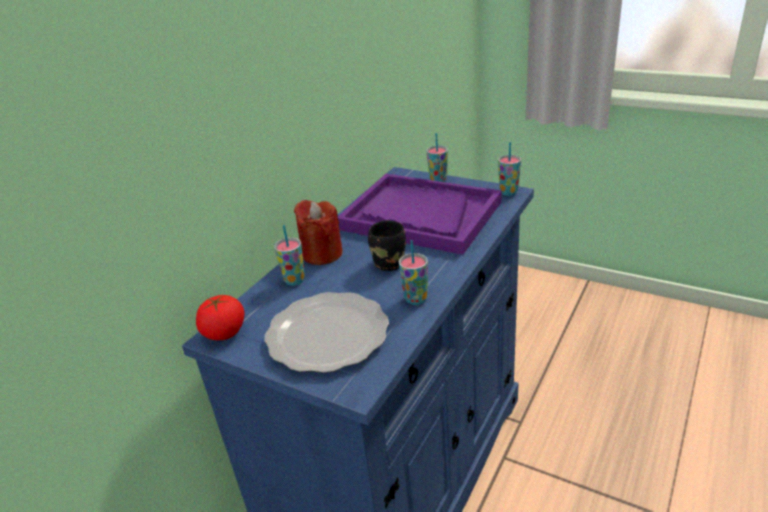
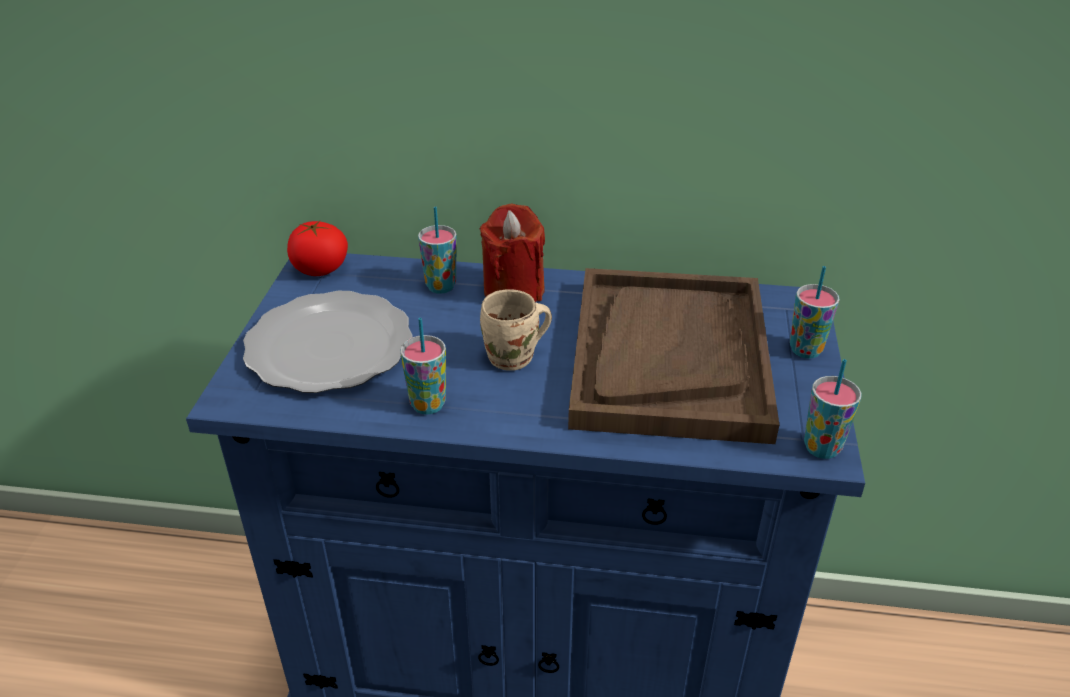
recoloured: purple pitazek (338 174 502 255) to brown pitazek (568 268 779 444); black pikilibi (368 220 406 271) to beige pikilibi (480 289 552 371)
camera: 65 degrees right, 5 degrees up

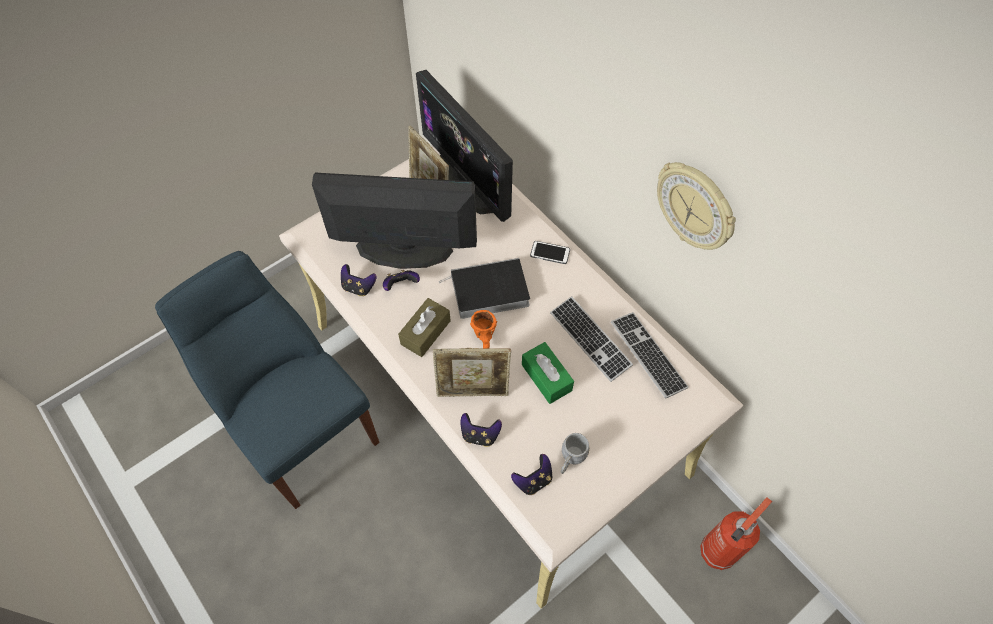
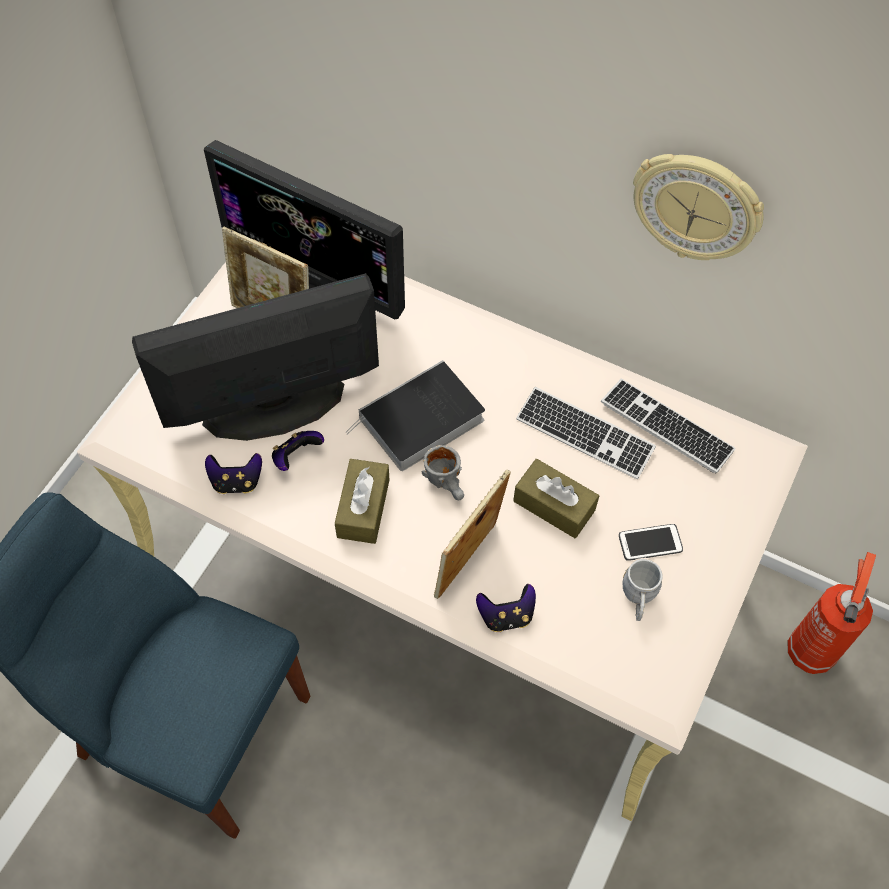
removed: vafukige (511 454 552 495)
moved: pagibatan (530 241 570 264) to (619 524 683 561)
recoloured: orange pikilibi (470 310 497 348) to grey pikilibi (422 445 464 500); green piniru (522 342 574 404) to brown piniru (513 459 599 538)
turned: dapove (433 348 511 397) = (434 469 511 599) 150 degrees clockwise
camera: 25 degrees left, 0 degrees up

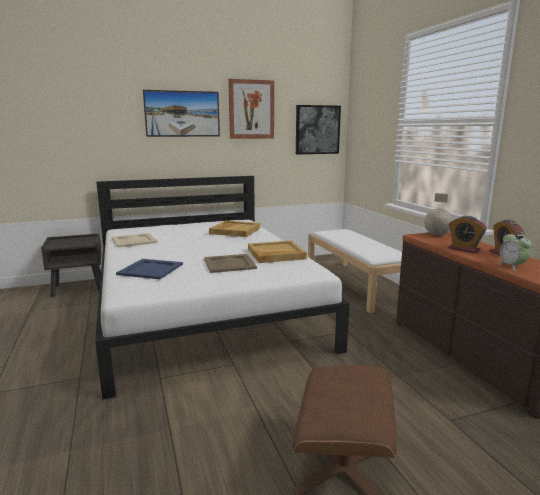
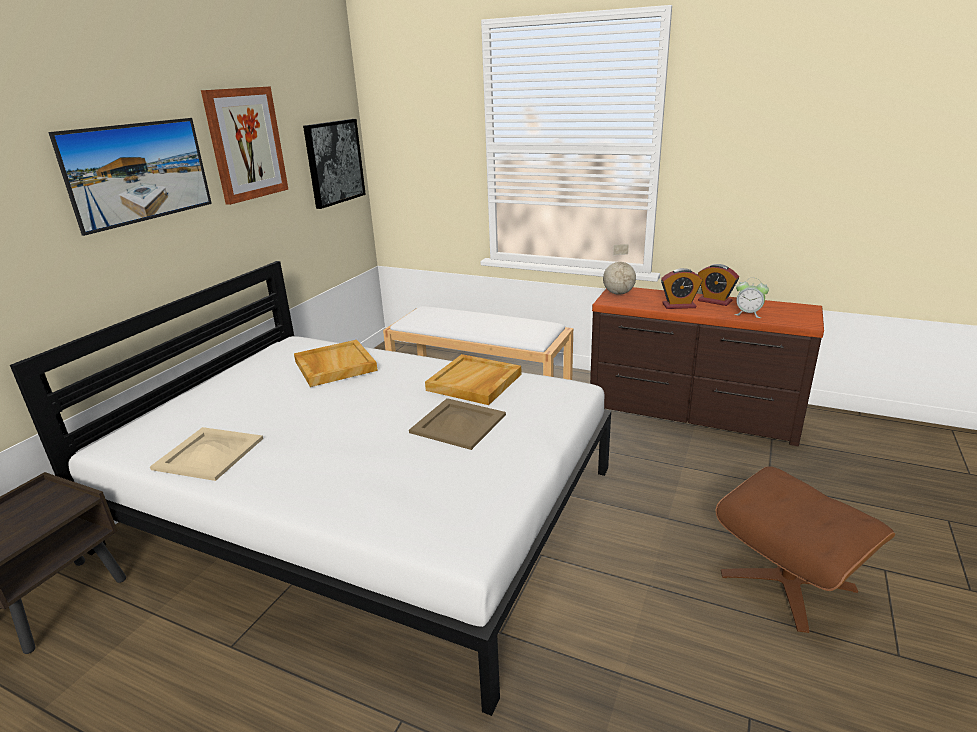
removed: blue pitazek (116 259 183 279)
camera: 45 degrees left, 10 degrees up

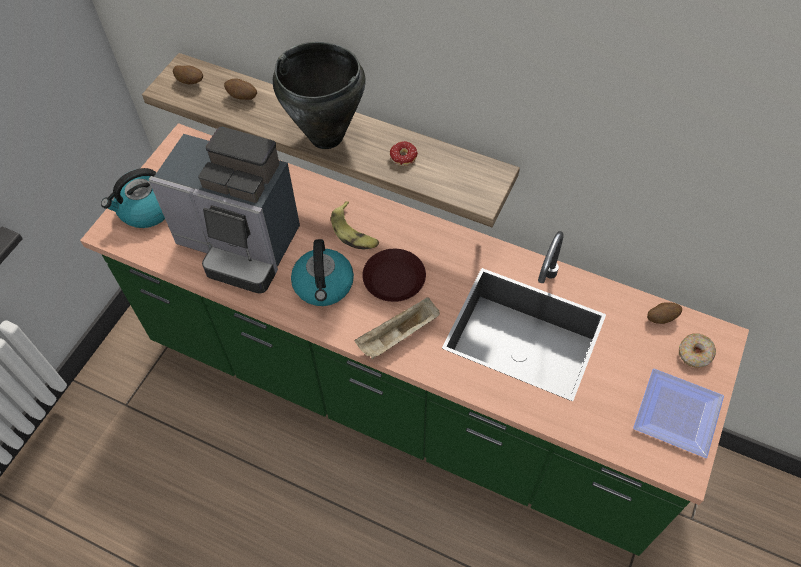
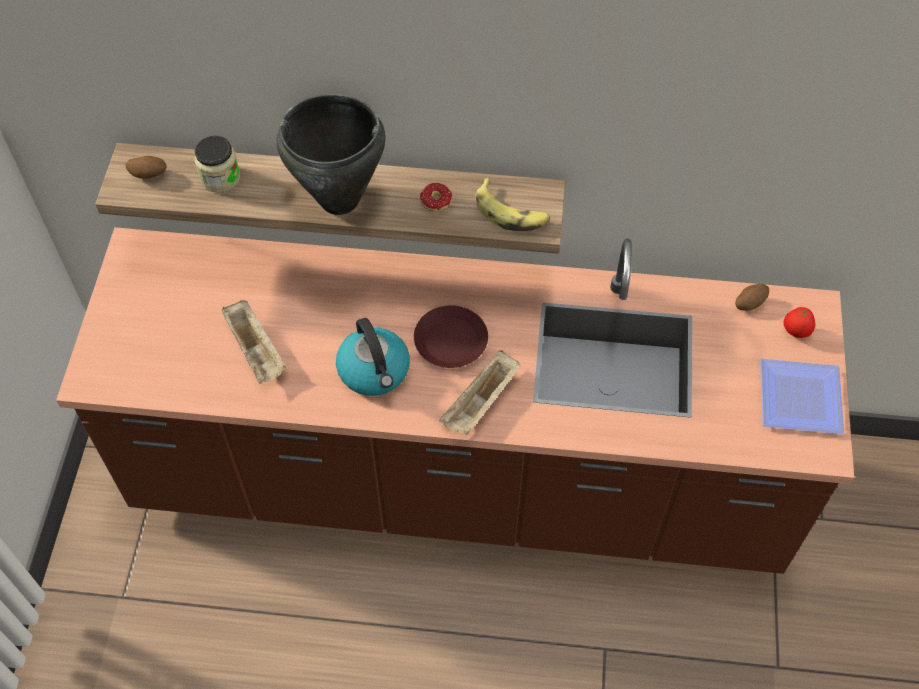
removed: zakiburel (101 168 165 228)
moved: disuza (331 201 379 249) to (475 178 550 231)
replaced: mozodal (148 127 300 294) to beige pitazek (222 300 286 384); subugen (224 78 257 100) to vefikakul (194 136 240 193); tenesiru (679 333 716 368) to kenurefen (784 307 815 338)
recoloured: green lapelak (80 123 749 556) to brown lapelak (56 227 854 574)
camera: 20 degrees left, 0 degrees up

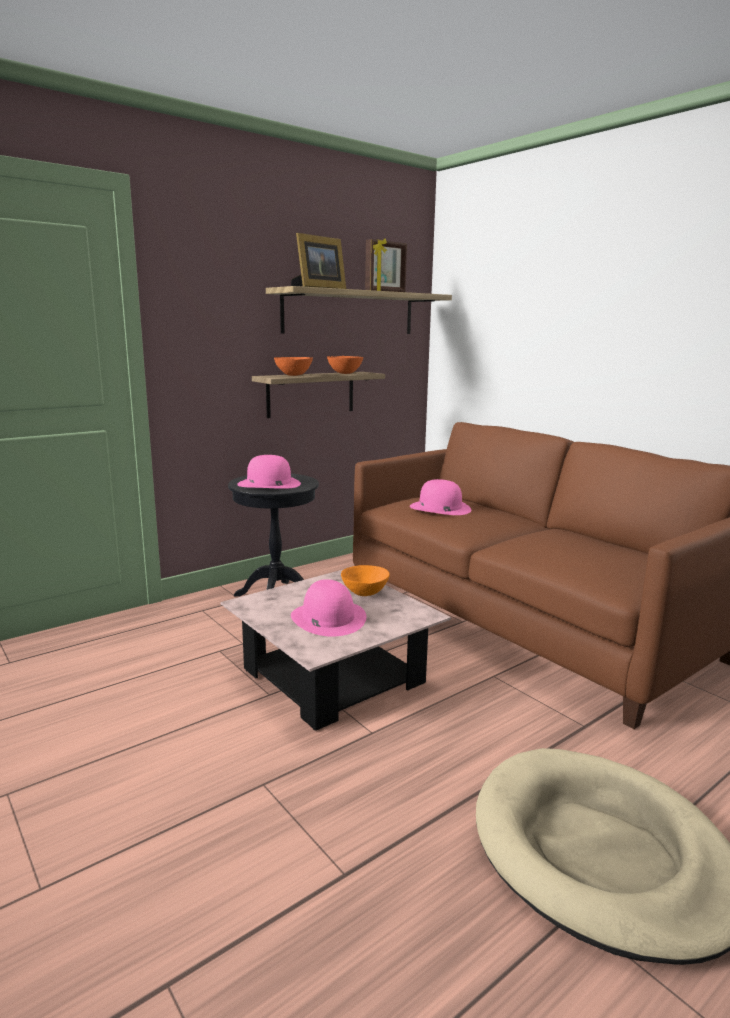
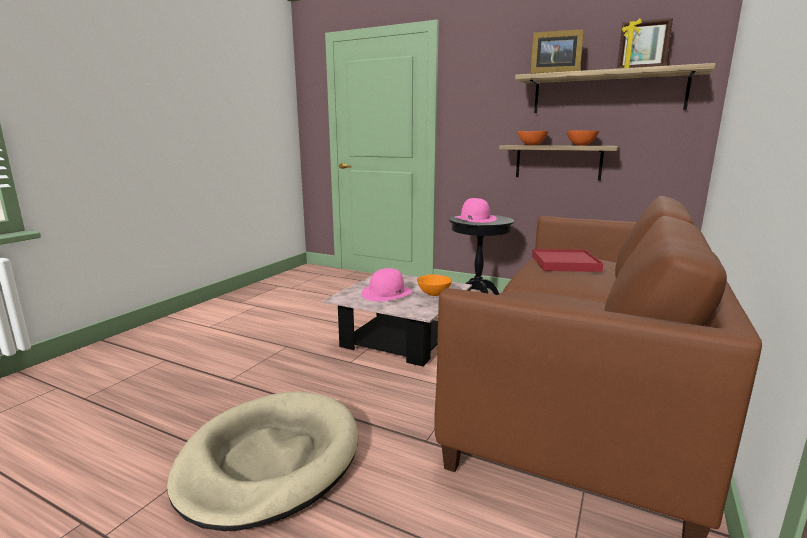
replaced: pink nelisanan (410 479 471 515) to red pitazek (532 249 603 272)
camera: 65 degrees right, 0 degrees up

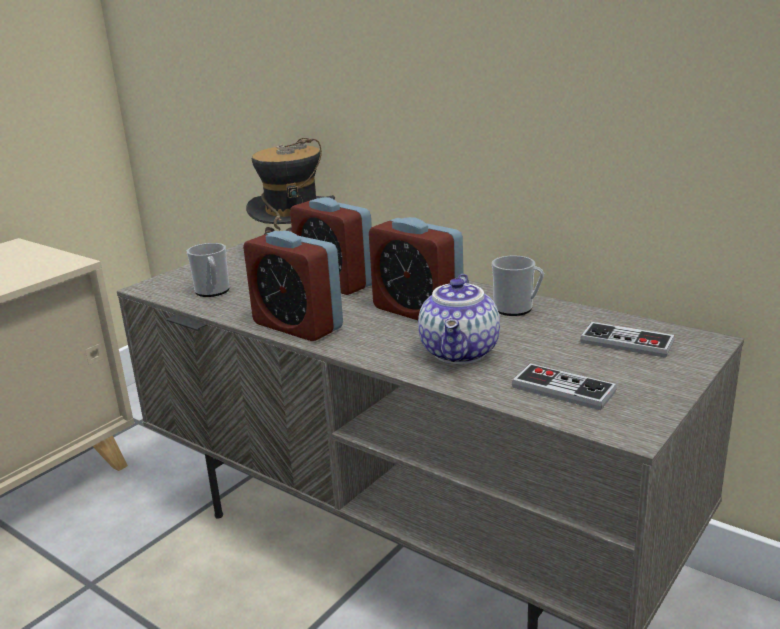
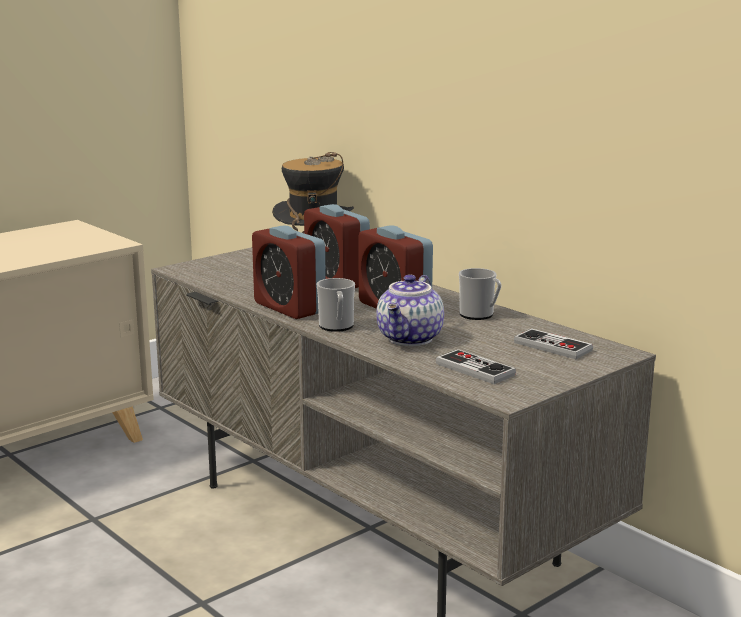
moved: pikilibi (187 243 230 297) to (317 278 355 332)
camera: 10 degrees right, 5 degrees down

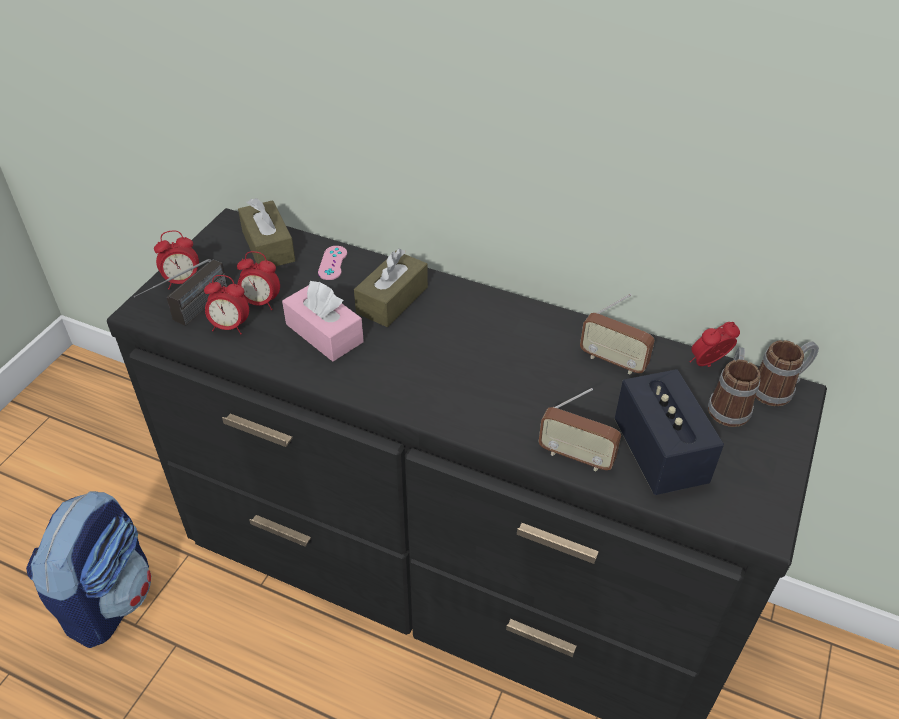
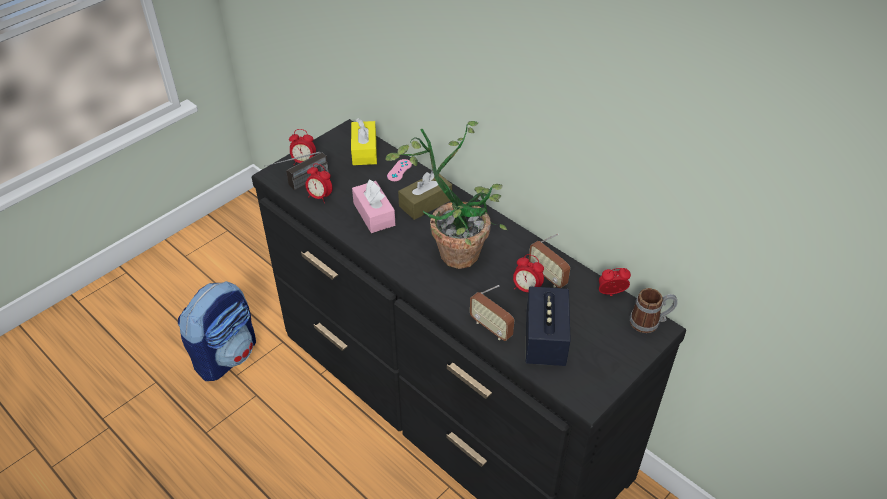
removed: pikilibi (708 347 761 427)
added: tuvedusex (385 121 507 269)
moved: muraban (237 251 280 310) to (513 254 544 292)
recoloured: brown piniru (238 198 295 266) to yellow piniru (351 118 377 165)
camera: 20 degrees right, 0 degrees up

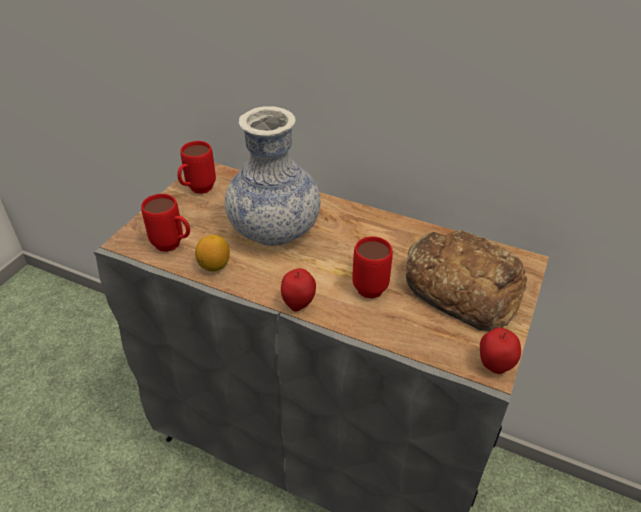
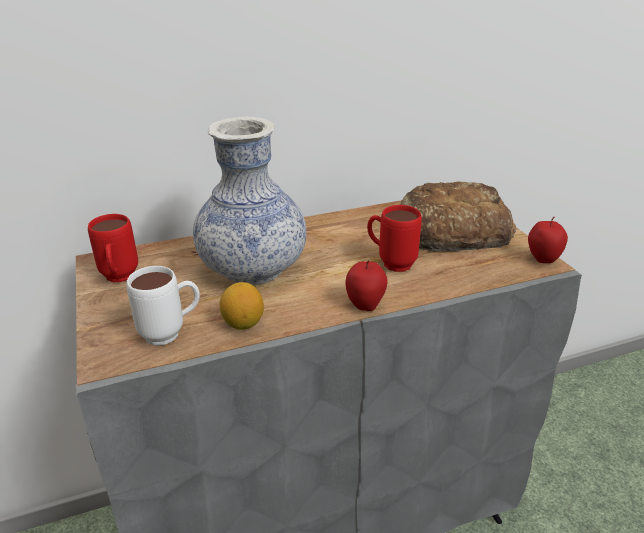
recoloured: red pikilibi (141 194 190 252) to white pikilibi (127 266 200 345)
camera: 45 degrees left, 10 degrees down

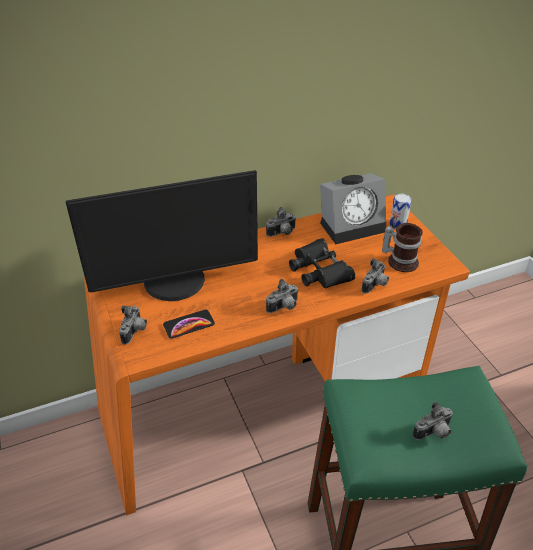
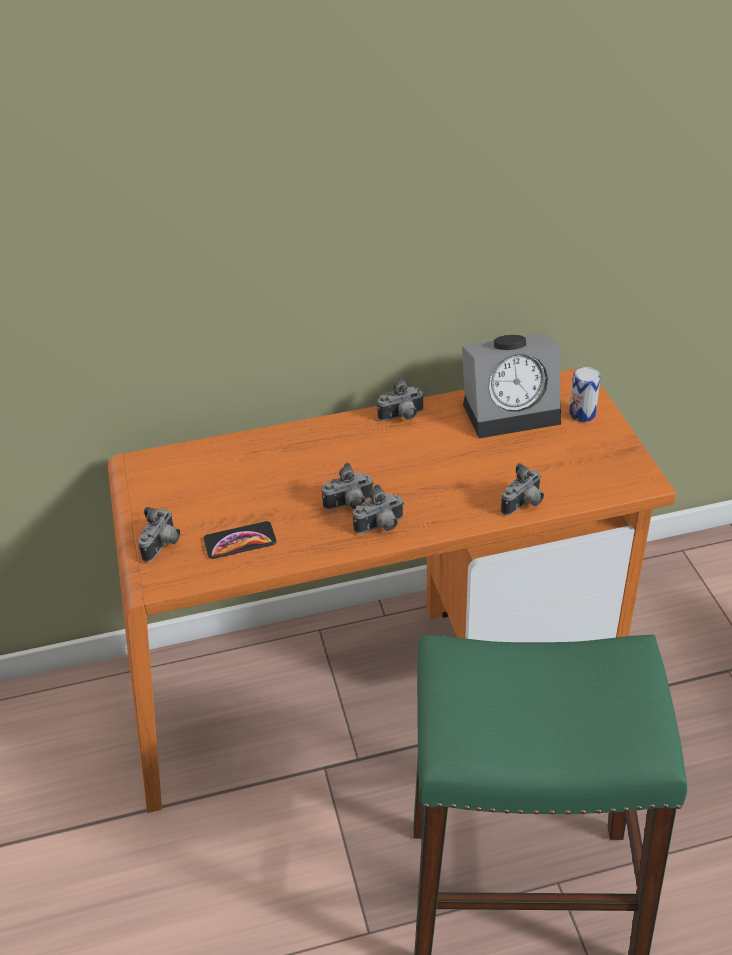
removed: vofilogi (66 170 258 301); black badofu (289 238 355 288); pikilibi (382 223 423 272)
moved: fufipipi (412 401 453 440) to (322 463 374 510)
camera: 10 degrees right, 0 degrees up

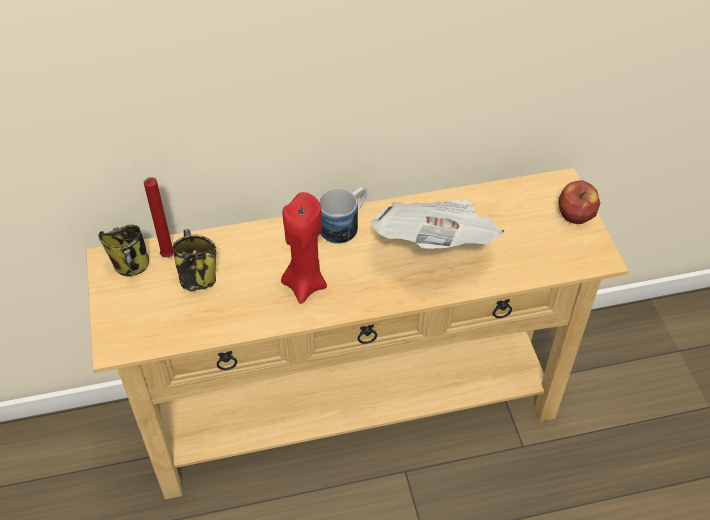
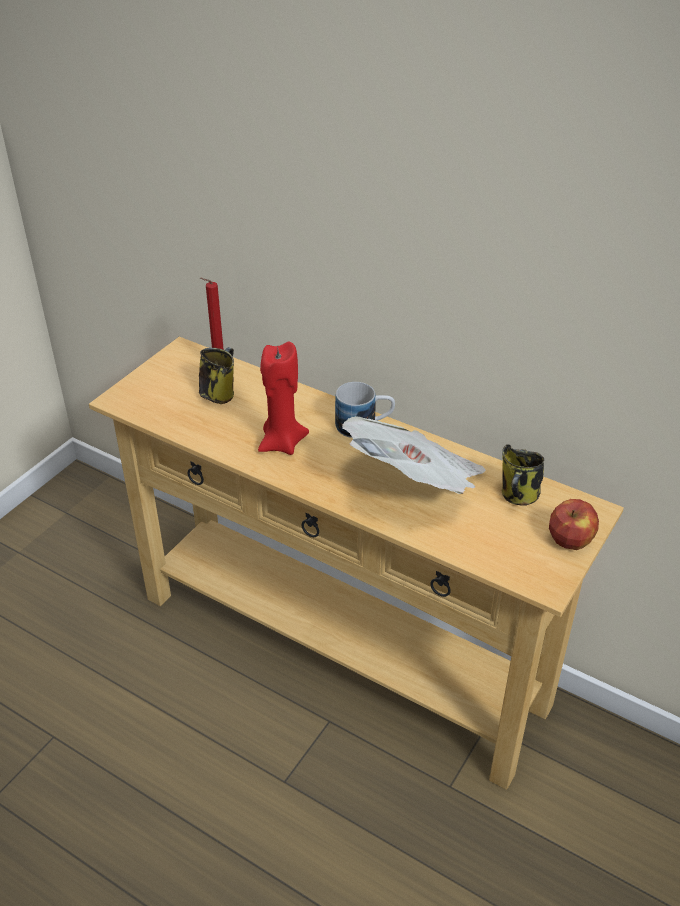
moved: pikilibi (98 225 149 277) to (502 444 544 506)
camera: 45 degrees right, 10 degrees down

